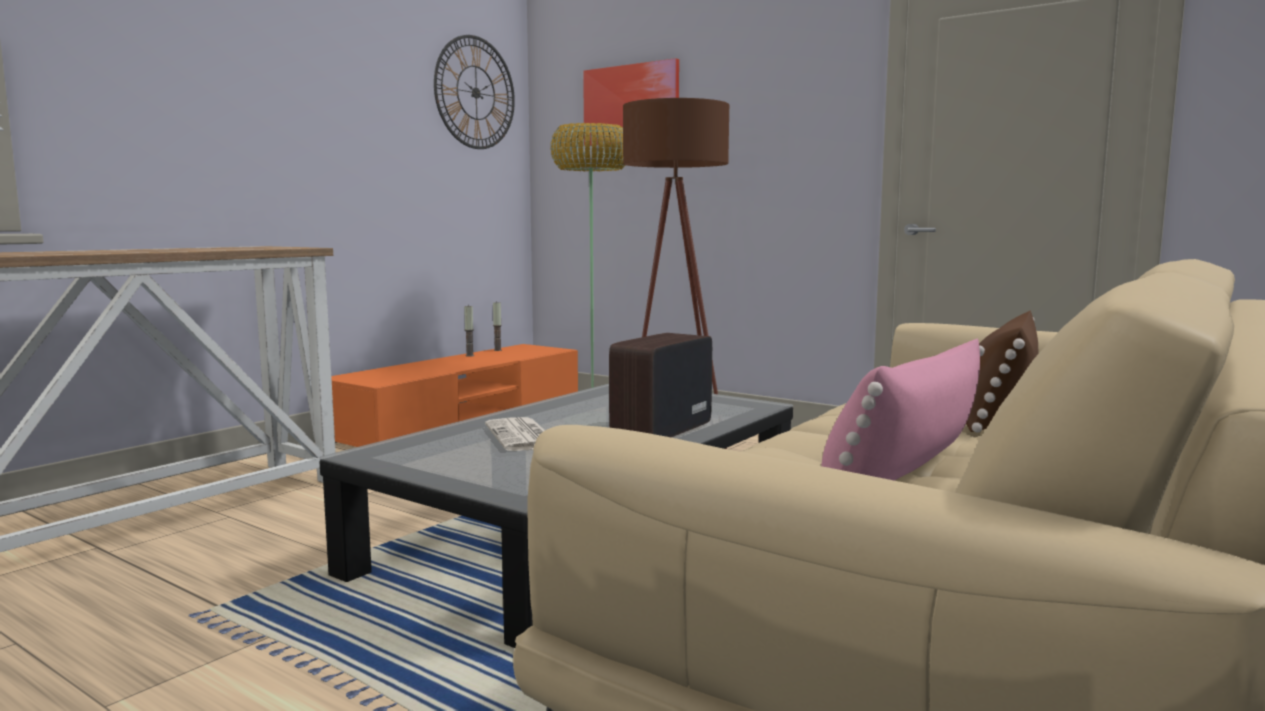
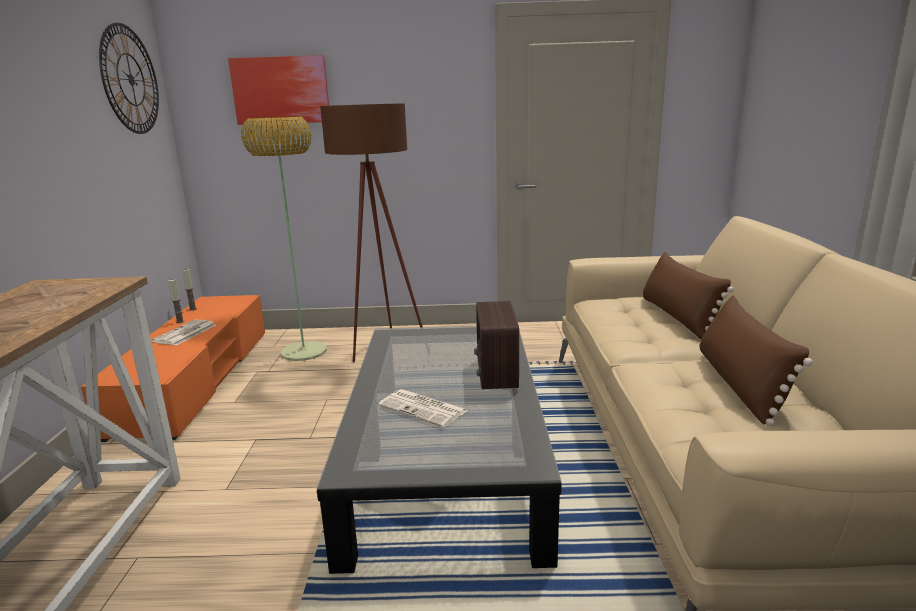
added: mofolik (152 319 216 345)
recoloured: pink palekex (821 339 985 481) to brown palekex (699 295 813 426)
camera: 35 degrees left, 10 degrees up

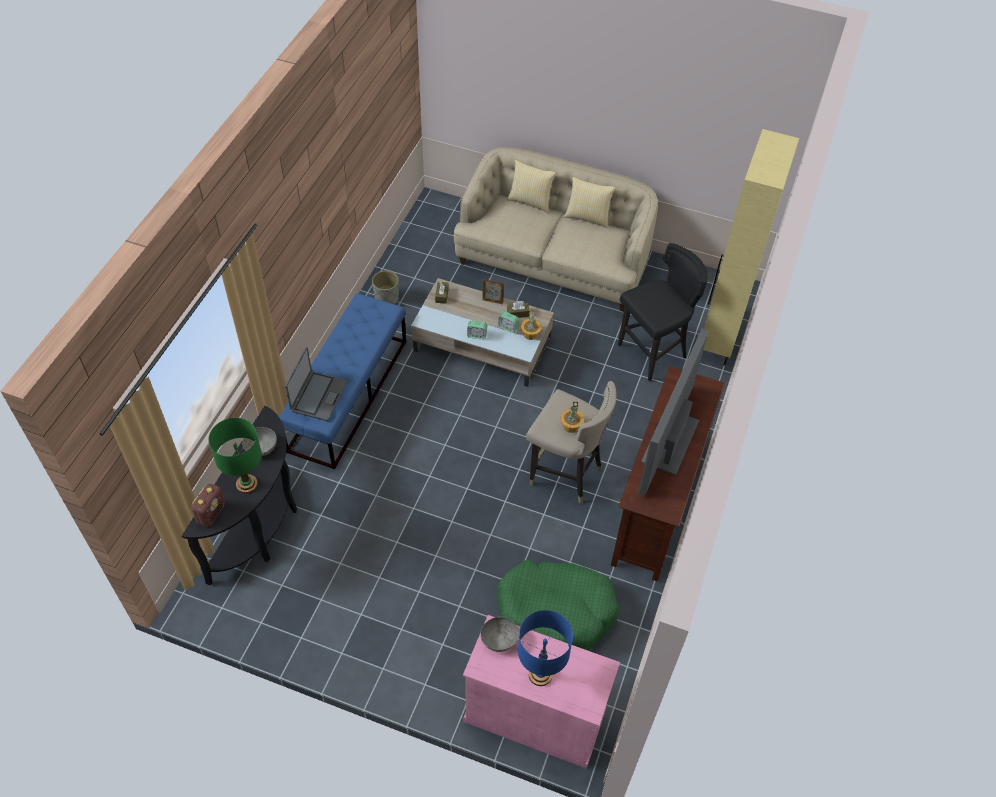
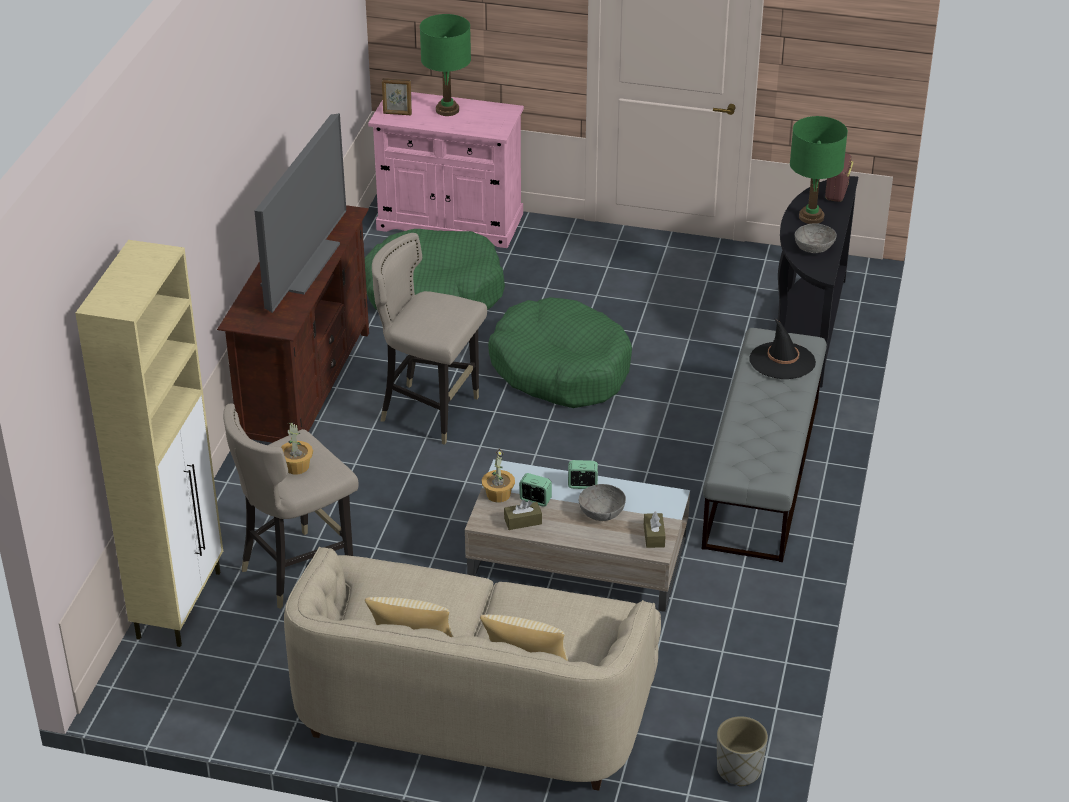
added: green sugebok (488 297 632 408)
moved: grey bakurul (372 271 399 304) to (717 716 768 787); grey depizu (481 617 519 652) to (579 484 626 521); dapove (483 279 504 304) to (382 78 412 115); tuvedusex (560 402 584 433) to (281 422 313 475)
replaced: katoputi (285 347 347 421) to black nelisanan (749 319 816 379)
recoloured: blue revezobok (279 293 406 469) to grey revezobok (702 328 827 562); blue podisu (518 610 573 686) to green podisu (420 14 471 116); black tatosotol (618 243 708 382) to beige tatosotol (223 404 359 609)
camera: 175 degrees right, 15 degrees down

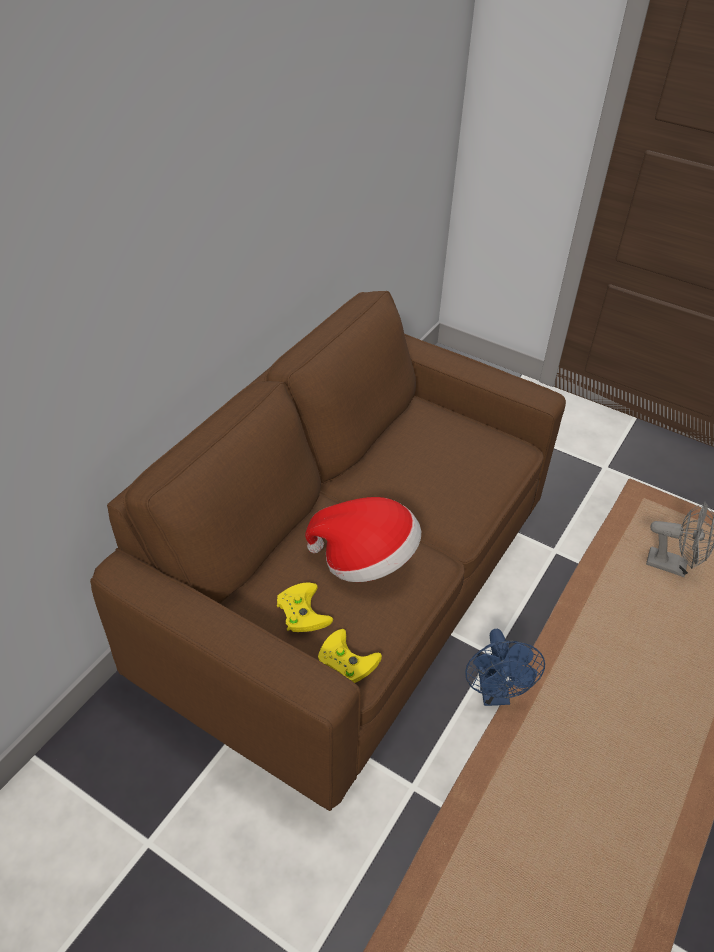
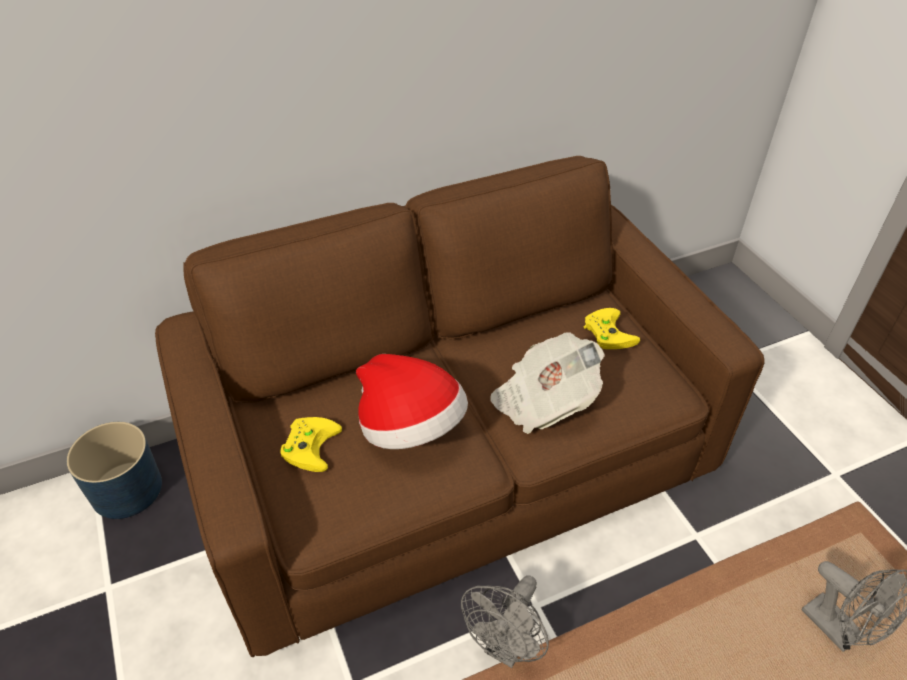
added: blue bakurul (67 422 162 519); mofolik (490 333 605 434)
moved: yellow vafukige (318 629 382 683) to (584 308 640 349)
recoloured: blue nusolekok (465 629 545 706) to grey nusolekok (461 575 549 668)
camera: 35 degrees right, 0 degrees up

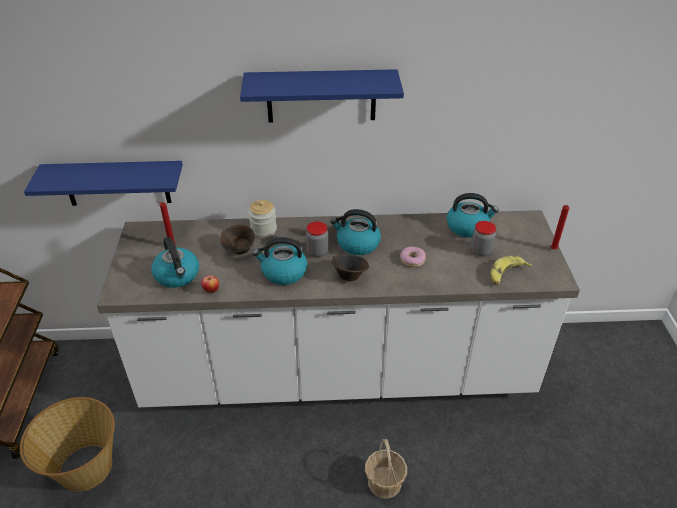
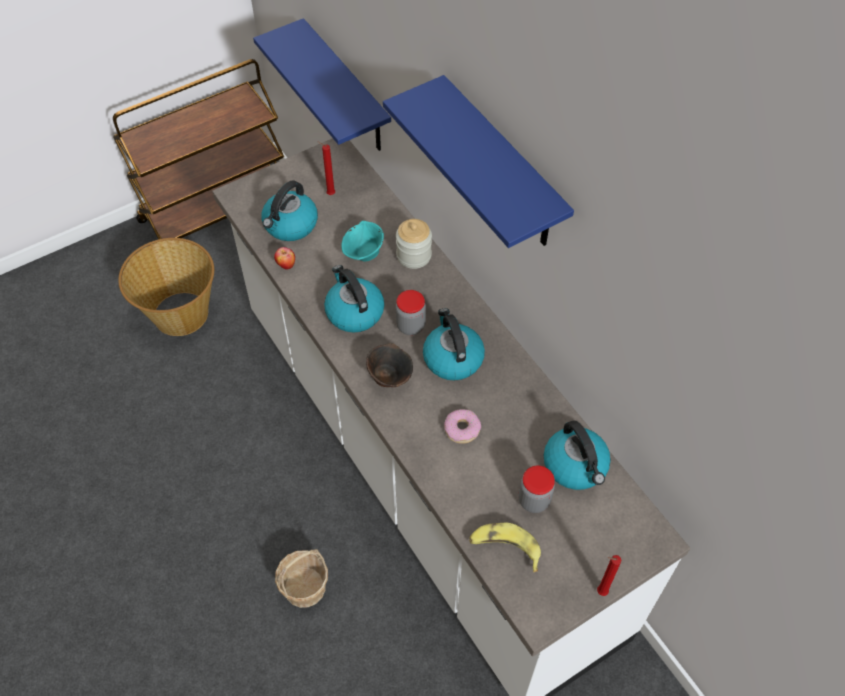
recoloured: brown depizu (220 225 255 254) to turquoise depizu (341 220 384 262)
camera: 60 degrees right, 15 degrees up

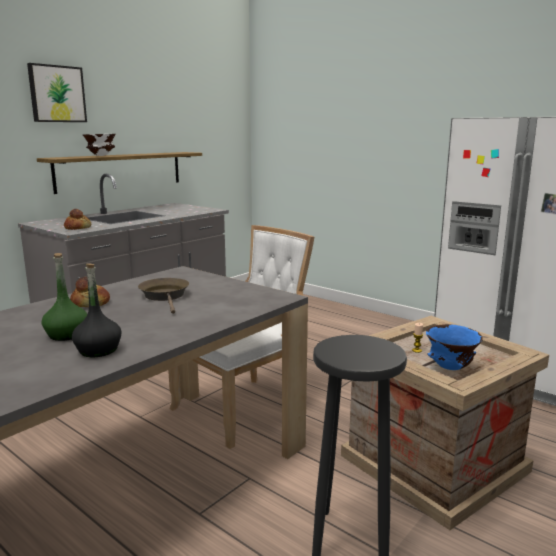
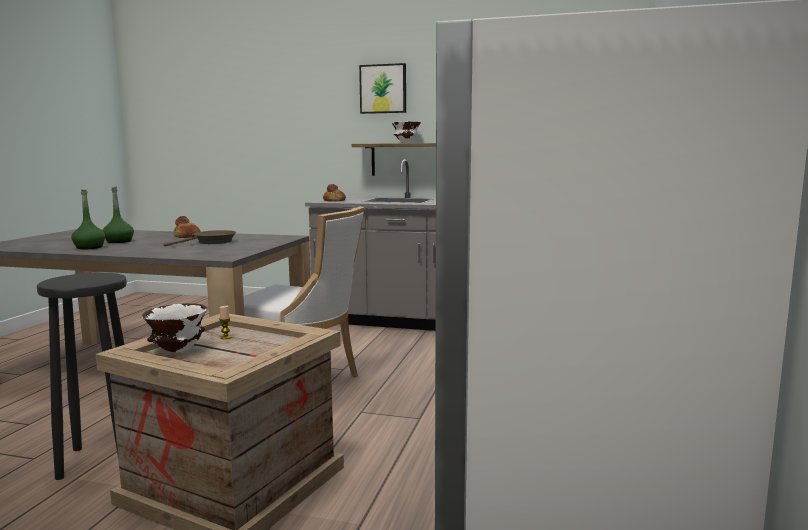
recoloured: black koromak (72 264 121 357) to green koromak (71 189 105 249); blue depizu (426 324 483 370) to white depizu (142 303 207 352)
camera: 65 degrees right, 5 degrees down

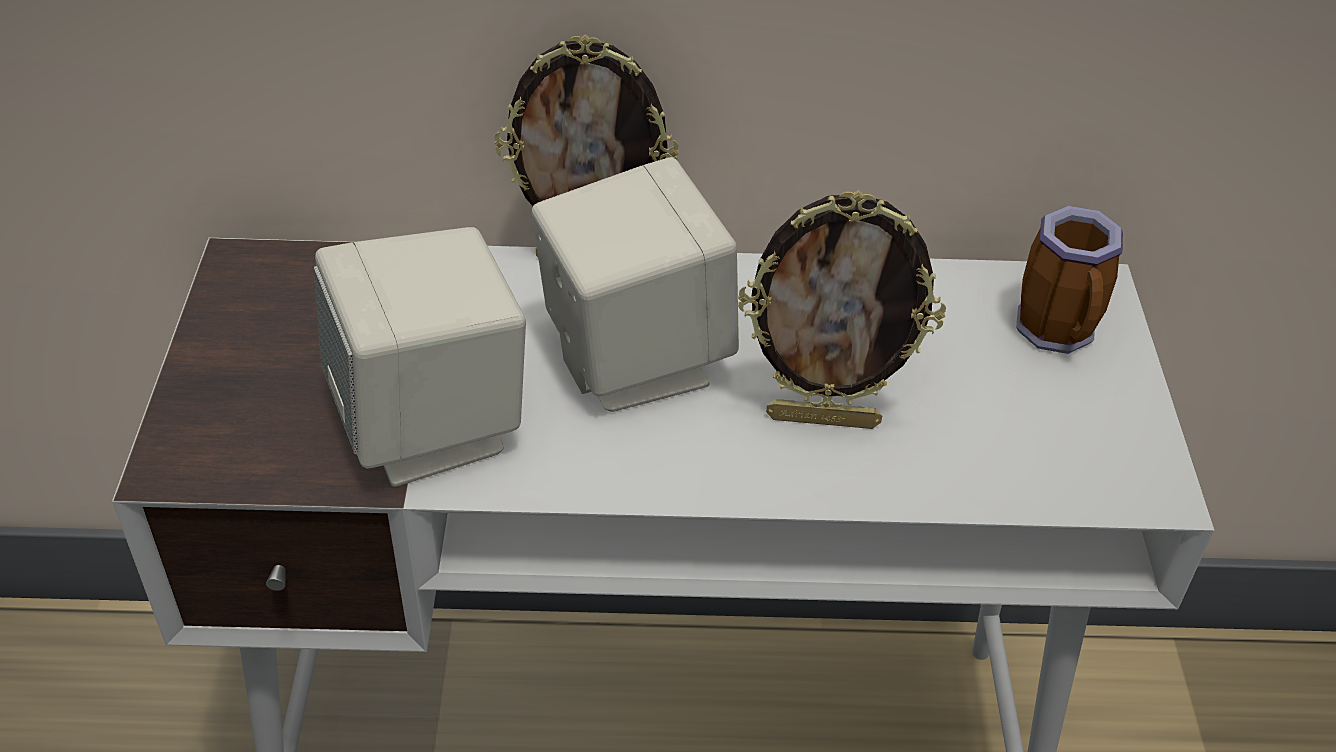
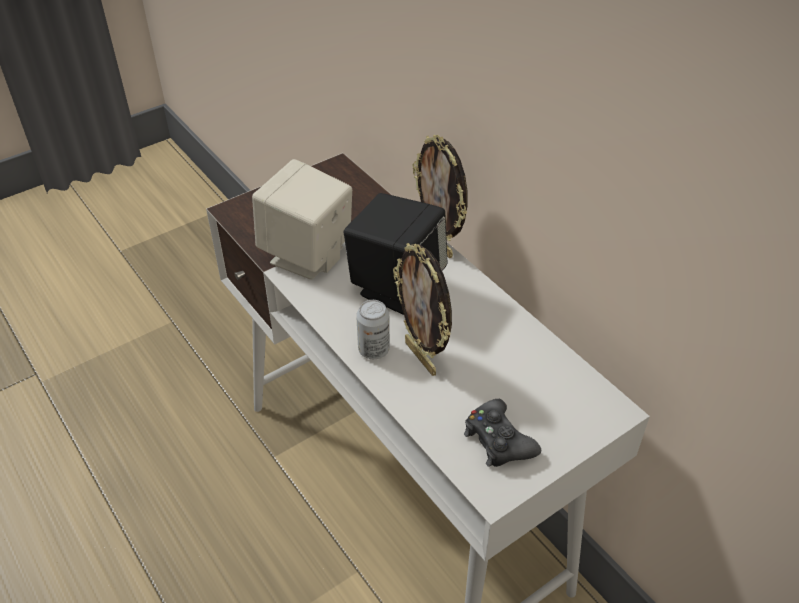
removed: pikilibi (1016 206 1123 354)
added: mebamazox (356 300 390 359); black vafukige (464 399 541 467)
recoloured: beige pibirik (531 157 739 412) to black pibirik (344 193 448 315)
camera: 55 degrees right, 0 degrees up

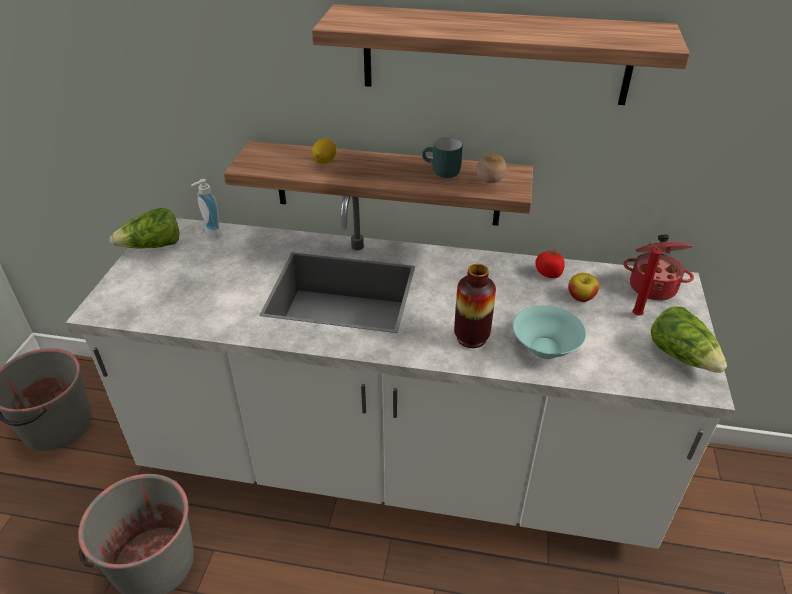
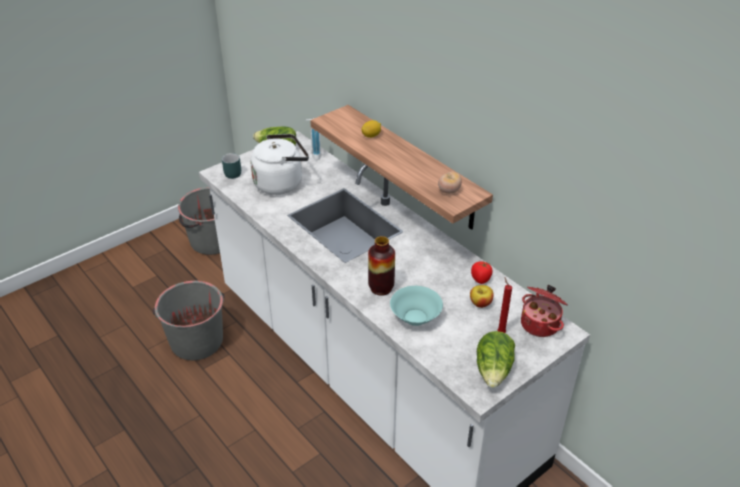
removed: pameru (312 4 690 105)
added: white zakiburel (250 134 309 195)
moved: turquoise pikilibi (422 137 463 178) to (222 153 241 179)
camera: 40 degrees right, 0 degrees up

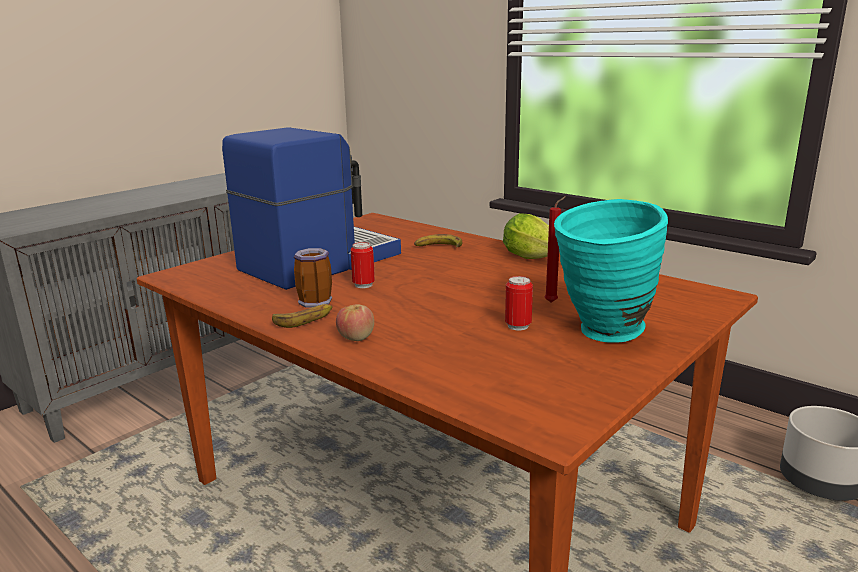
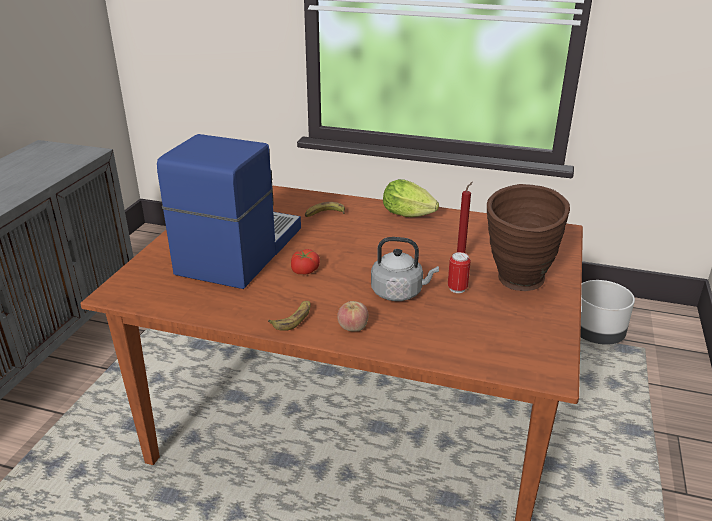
removed: pikilibi (294 248 332 308)
added: grey zakiburel (371 237 439 301)
replaced: mebamazox (351 242 375 288) to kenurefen (291 249 320 275)
recoloured: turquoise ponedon (554 199 668 343) to brown ponedon (487 184 570 291)
camera: 25 degrees left, 10 degrees up

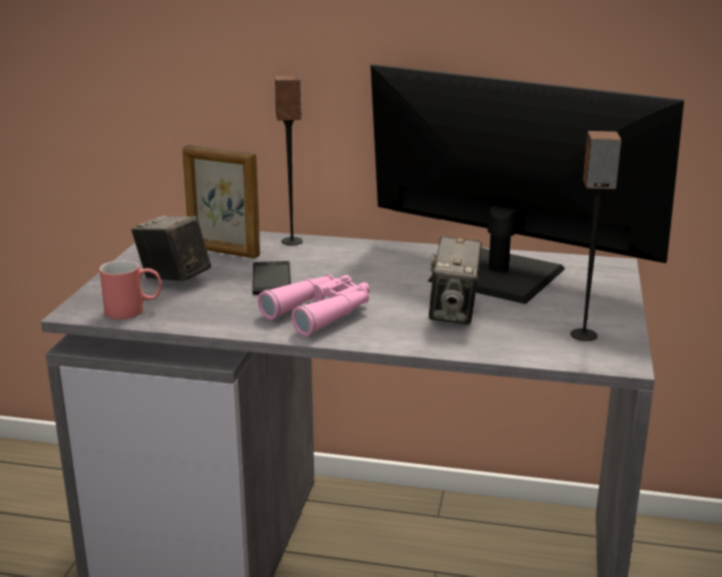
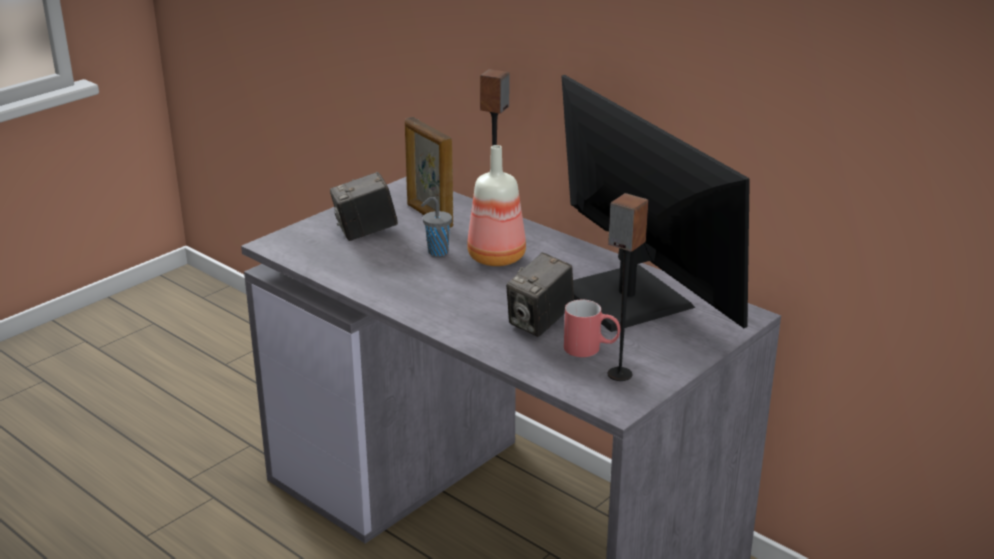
removed: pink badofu (258 274 370 336)
added: koromak (467 145 526 266)
moved: red pikilibi (99 260 162 320) to (564 300 620 357)
replaced: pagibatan (252 261 291 295) to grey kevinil (421 197 452 256)
turned: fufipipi (131 216 211 282) = (330 172 398 241) 90 degrees counterclockwise
camera: 30 degrees right, 5 degrees up

